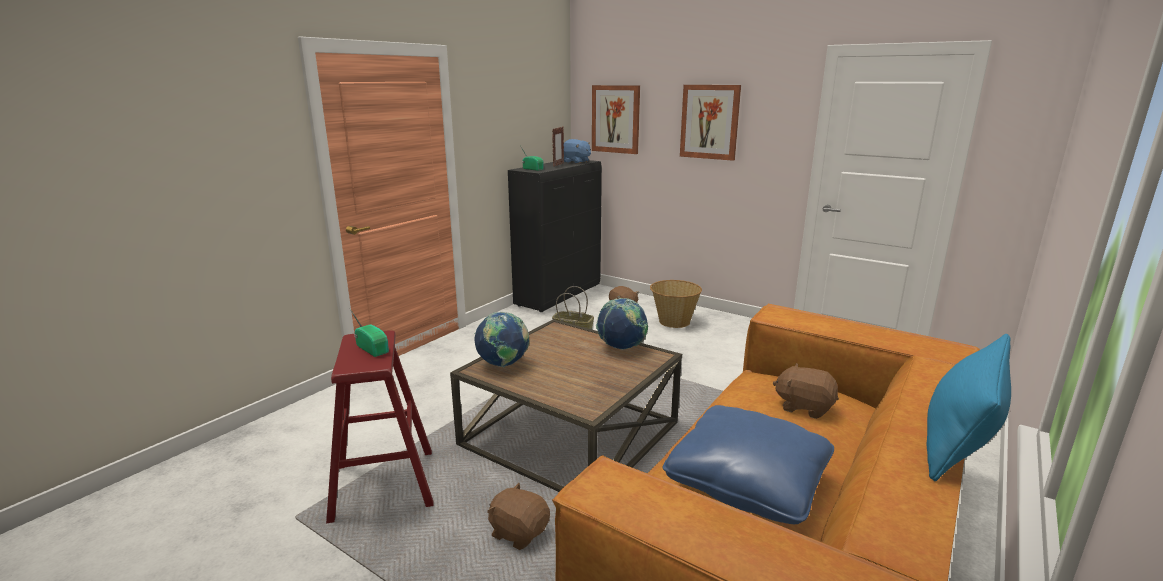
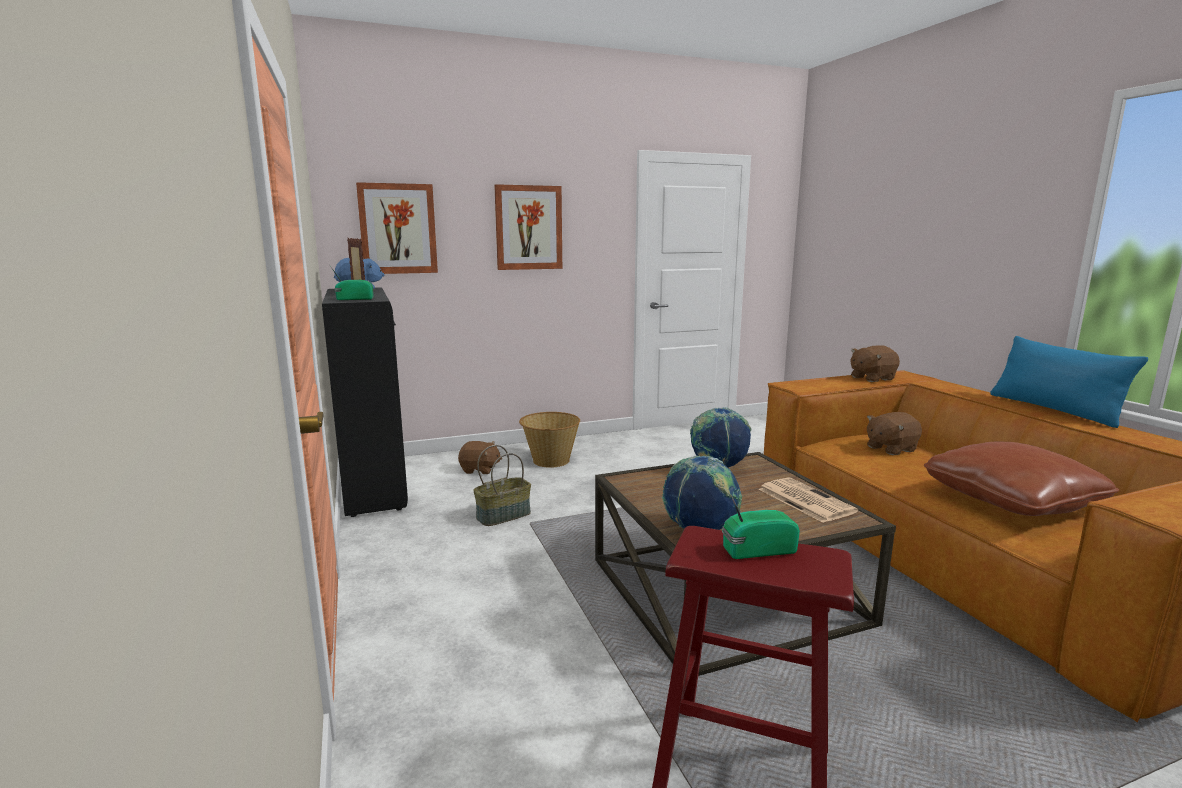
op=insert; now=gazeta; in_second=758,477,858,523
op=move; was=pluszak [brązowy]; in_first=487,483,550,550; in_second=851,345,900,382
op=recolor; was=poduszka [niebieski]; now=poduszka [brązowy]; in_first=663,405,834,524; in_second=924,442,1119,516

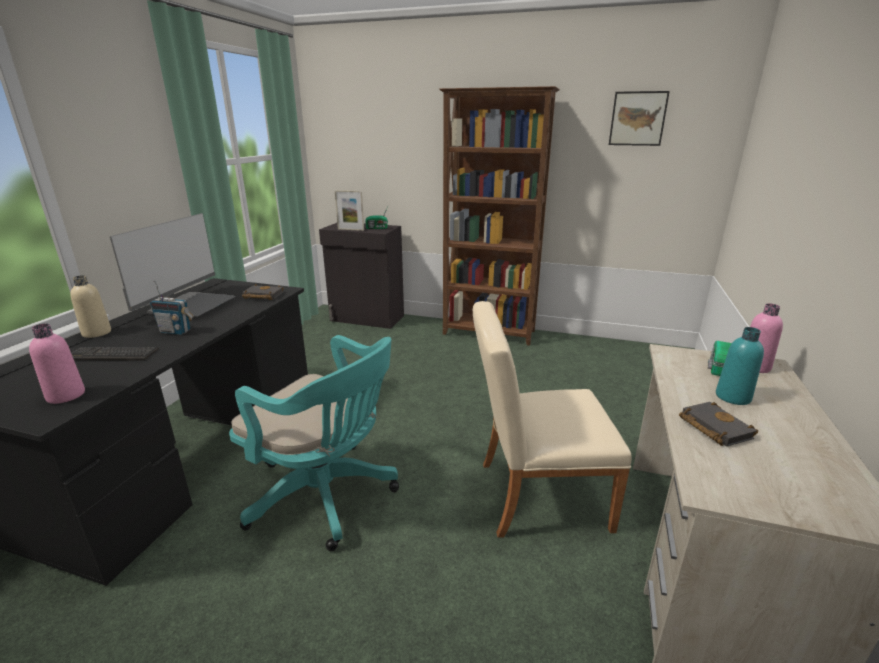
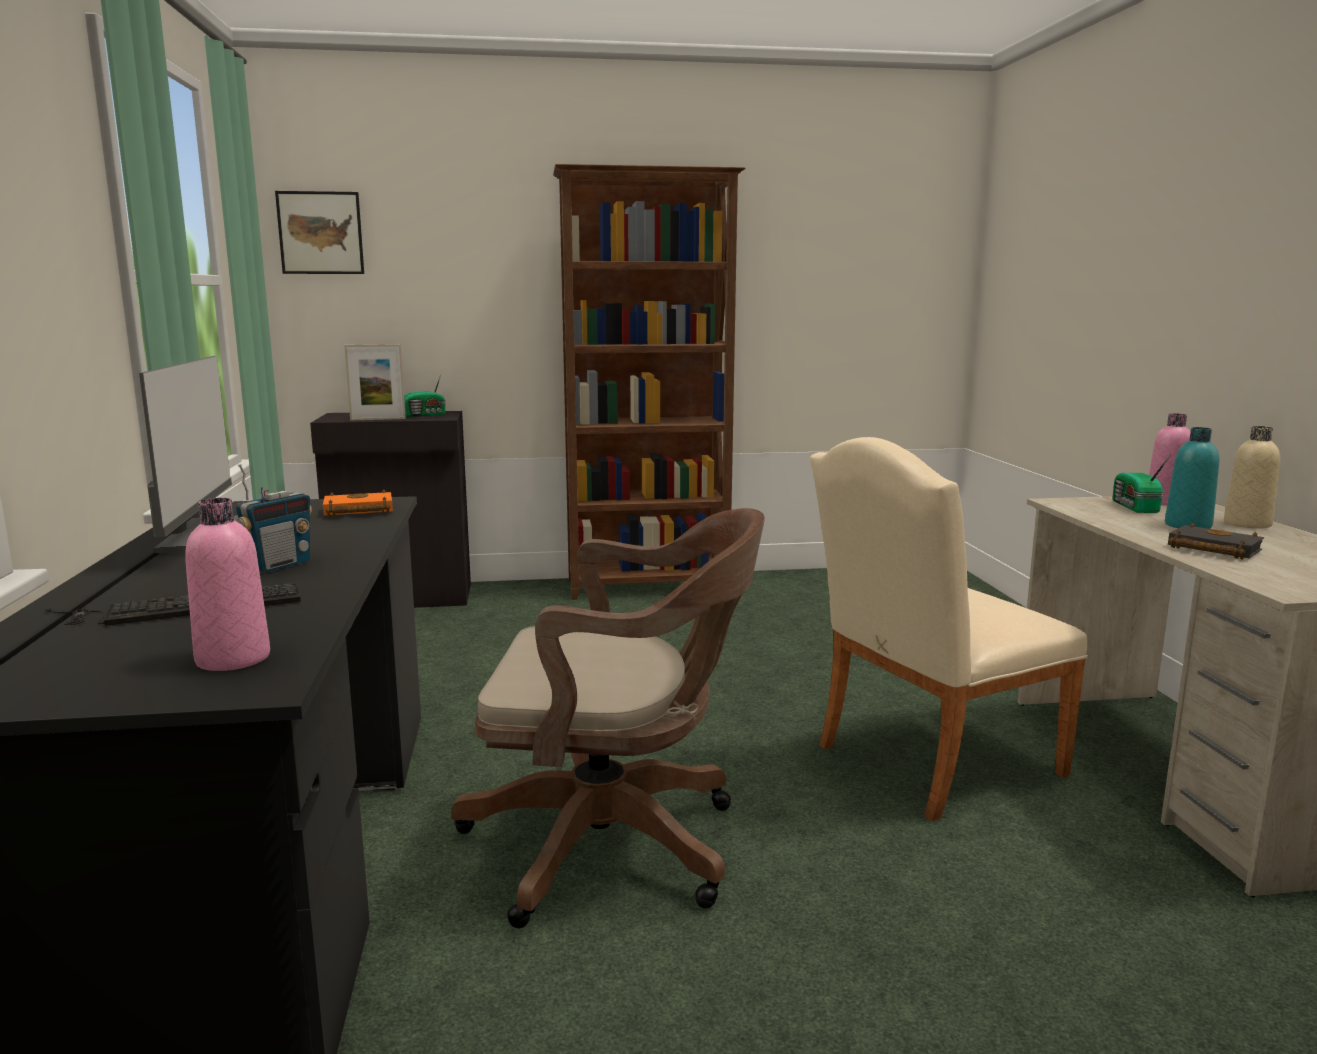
op=move; was=butelka [beżowy]; in_first=70,275,111,338; in_second=1224,426,1280,529
op=move; was=obraz; in_first=609,91,670,146; in_second=275,191,364,274
op=recolor; was=krzesło biurowe [turkusowy]; now=krzesło biurowe [brązowy]; in_first=229,335,399,551; in_second=451,508,765,928
op=recolor; was=książka [czarny]; now=książka [pomarańczowy]; in_first=242,284,284,300; in_second=323,489,393,517
op=rotate; was=radio; in_first=150,281,193,335; in_second=236,464,312,573; clockwise=-45

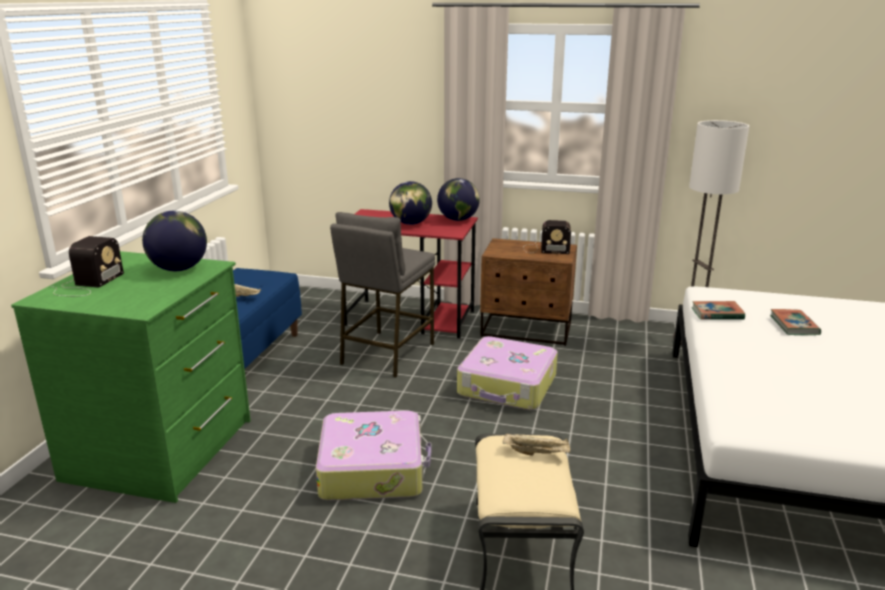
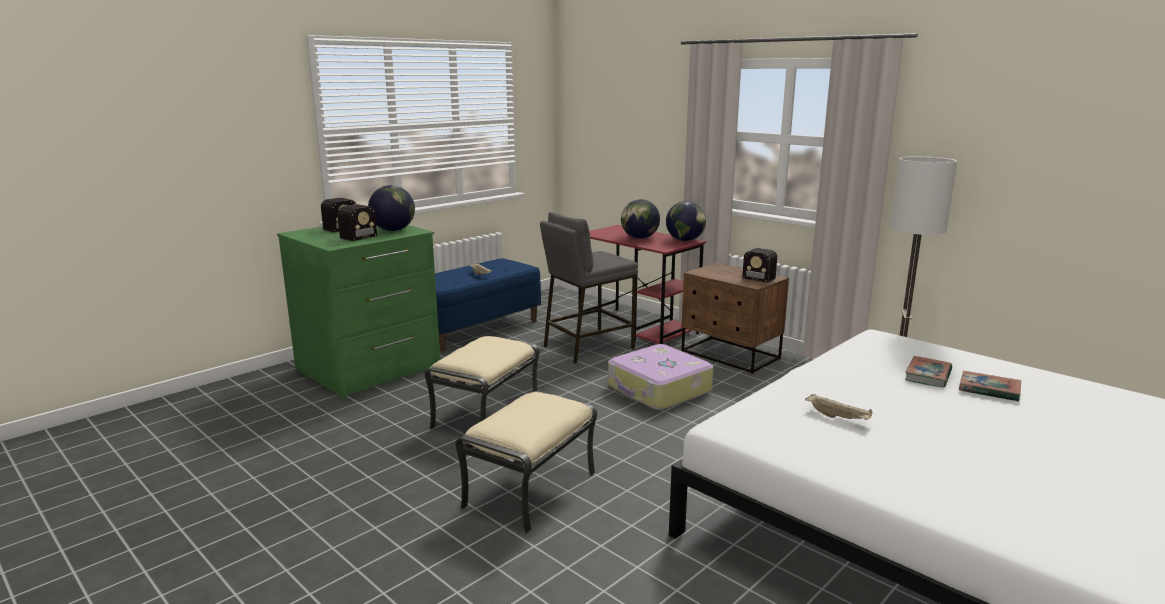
op=insert; now=radio; in_second=322,204,377,244
op=move; was=taca [beżowy]; in_first=503,433,570,456; in_second=805,394,873,420
op=move; was=książka; in_first=691,301,745,320; in_second=959,371,1021,402
op=replace; was=walizka; now=pufa [beżowy]; in_first=316,410,432,501; in_second=425,336,540,430

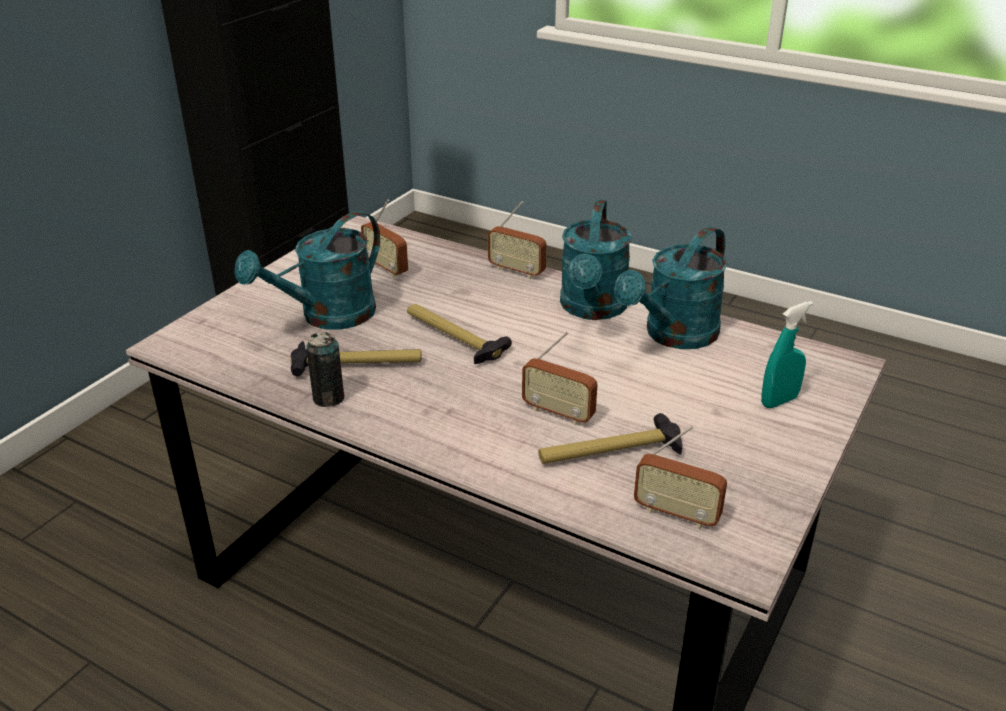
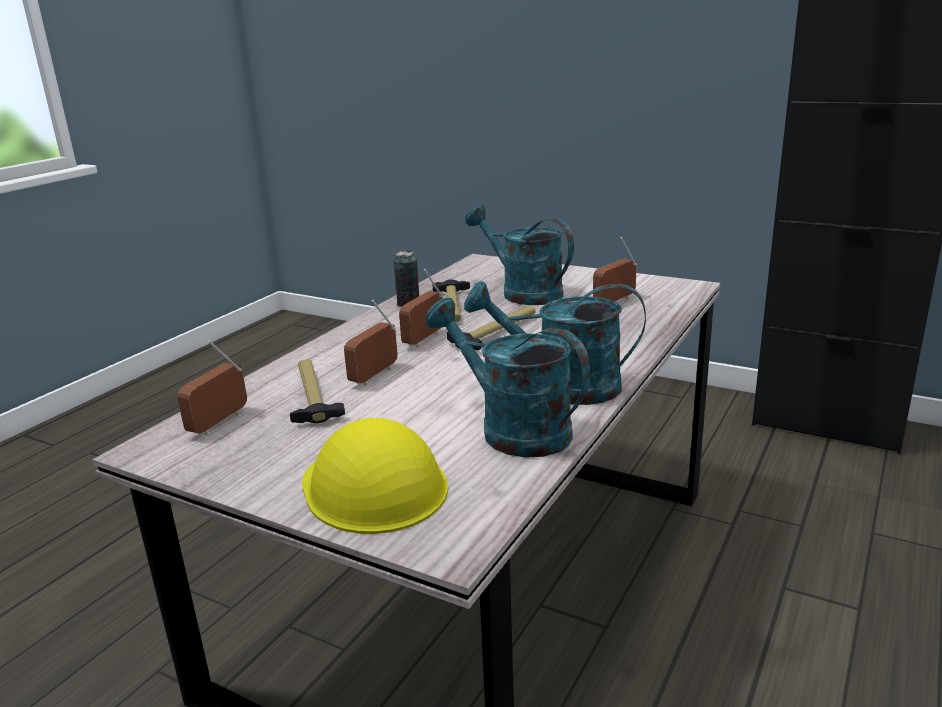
op=move; was=radio; in_first=488,201,547,279; in_second=399,269,443,347
op=replace; was=spryskiwacz [turkusowy]; now=kask [żółty]; in_first=761,301,813,408; in_second=302,418,448,534

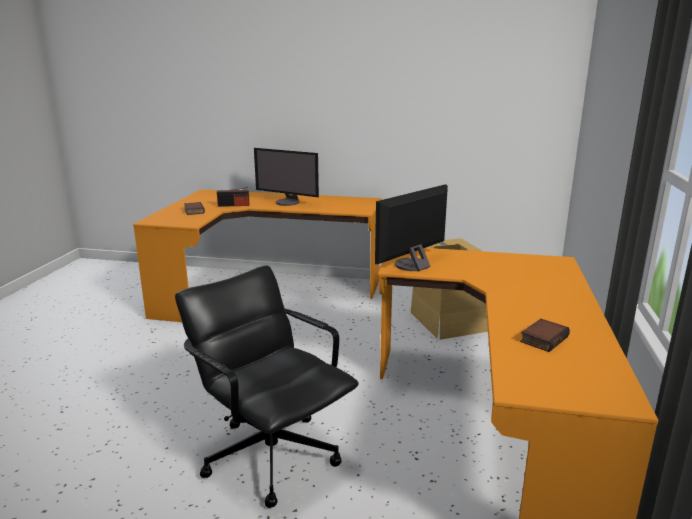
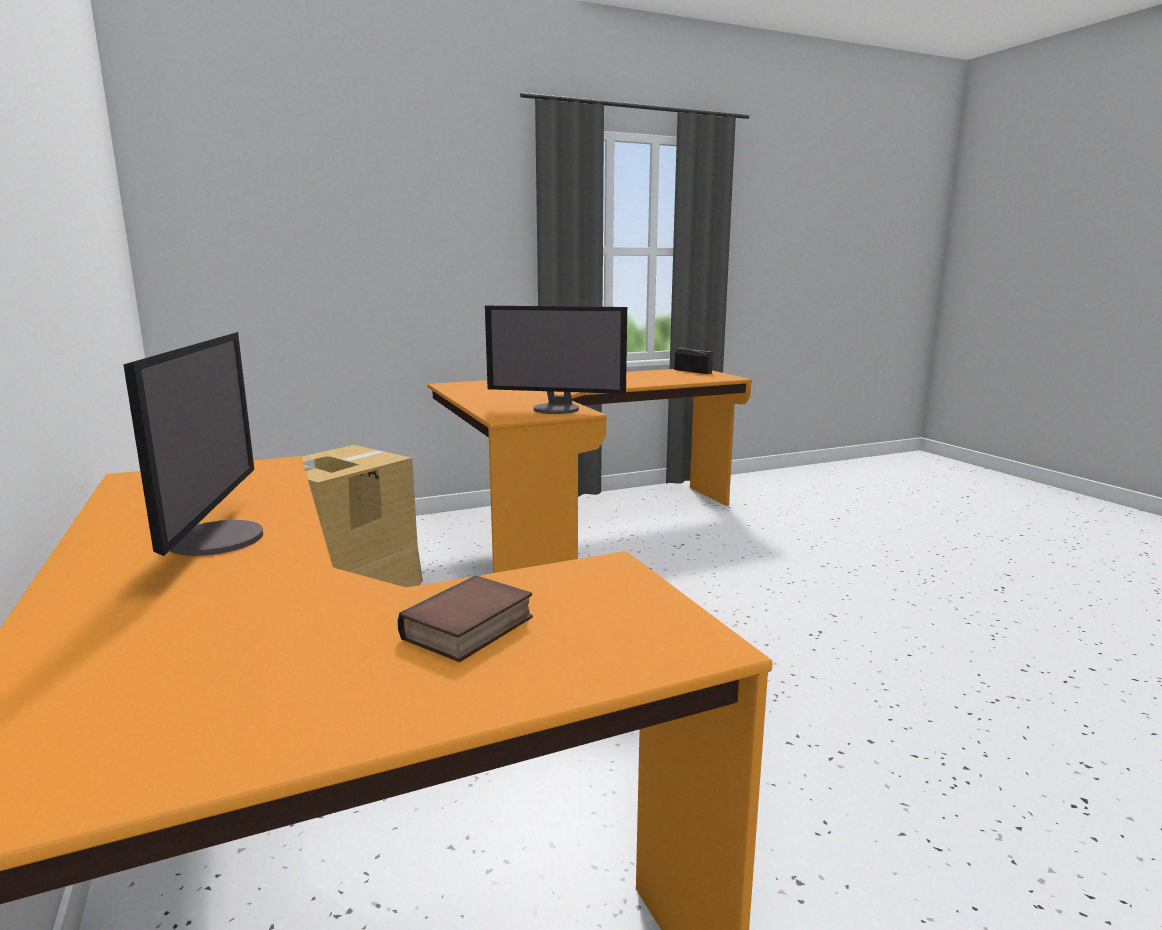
op=delete; was=krzesło biurowe [czarny]; in_first=175,265,359,508
op=delete; was=książka; in_first=520,319,570,352
op=move; was=radio; in_first=217,187,249,207; in_second=674,345,713,374

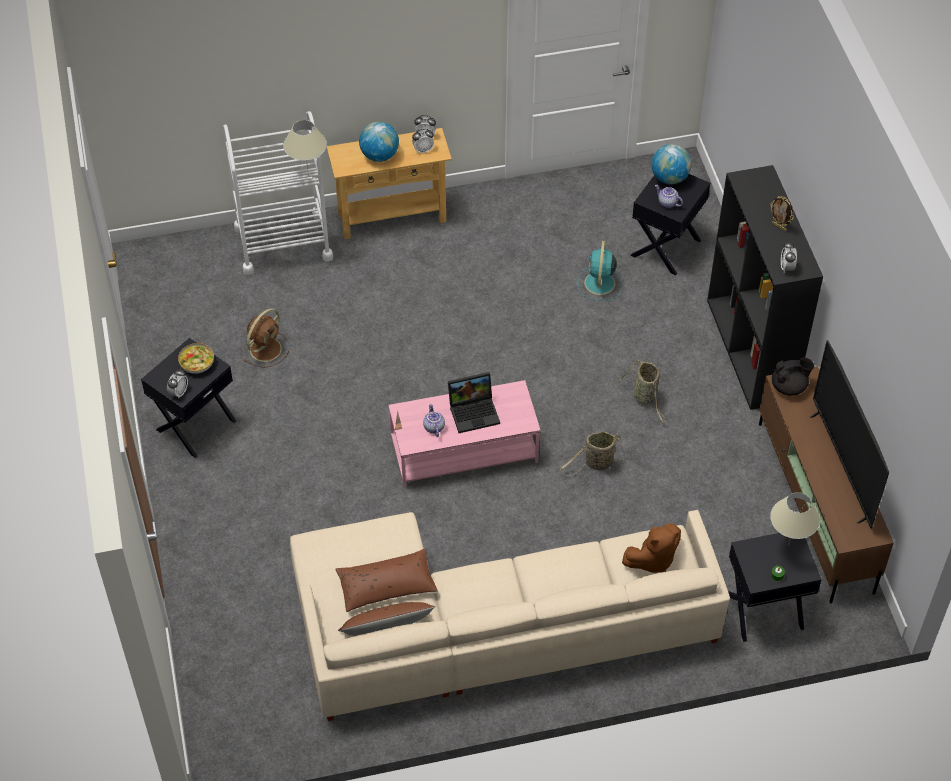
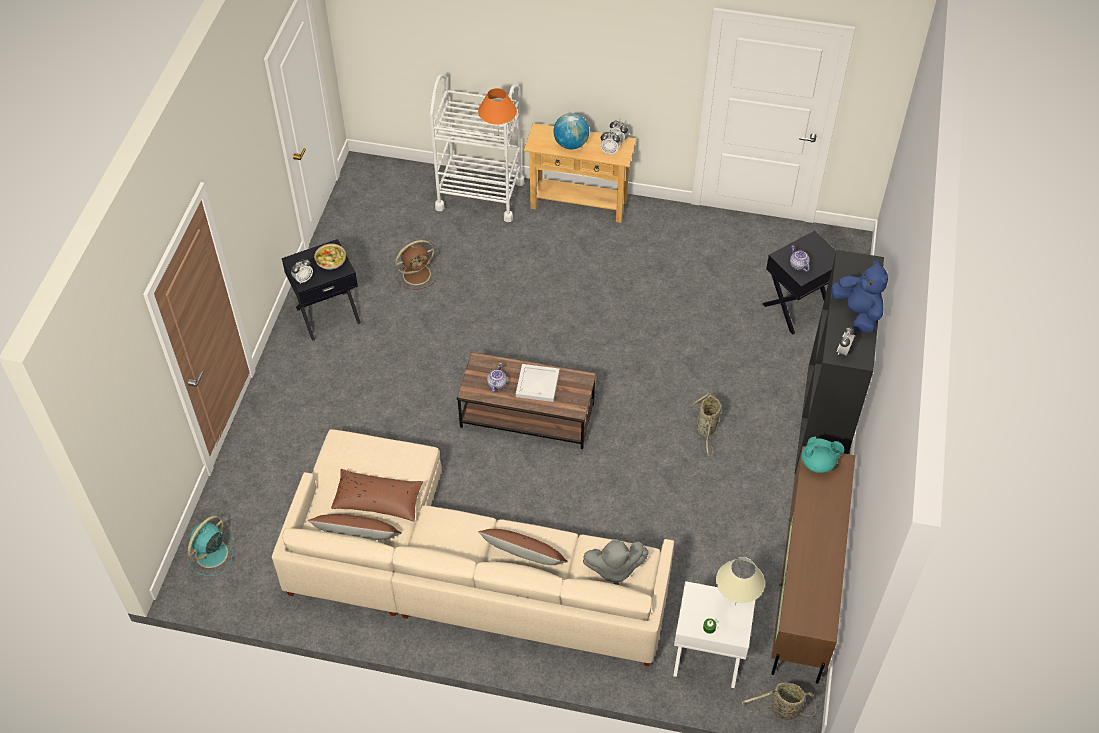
op=delete; was=globus; in_first=651,144,691,184
op=delete; was=telewizor; in_first=810,340,889,529
op=insert; now=poduszka [brązowy]; in_second=478,529,568,565
op=move; was=koszyk; in_first=560,432,626,476; in_second=742,682,816,720
op=move; was=wentylator [turkusowy]; in_first=578,241,622,301; in_second=187,516,235,576
op=replace; was=laptop; now=taca [biały]; in_first=448,372,500,433; in_second=516,364,559,402
op=replace; was=ramka na zdjęcie; now=pluszak [niebieski]; in_first=770,196,794,231; in_second=831,259,888,333
op=recolor; was=lampa stołowa [beżowy]; now=lampa stołowa [pomarańczowy]; in_first=283,120,327,171; in_second=478,88,517,141
op=recolor; was=ława [różowy]; now=ława [brązowy]; in_first=388,380,541,488; in_second=457,352,596,449
op=recolor; was=pluszak [brązowy]; now=pluszak [szary]; in_first=622,523,681,573; in_second=583,539,649,585
op=recolor; was=stolik [czarny]; now=stolik [biały]; in_first=728,533,822,642; in_second=673,581,755,688
op=recolor; was=imbryk [czarny]; now=imbryk [turkusowy]; in_first=772,358,814,396; in_second=801,436,844,473

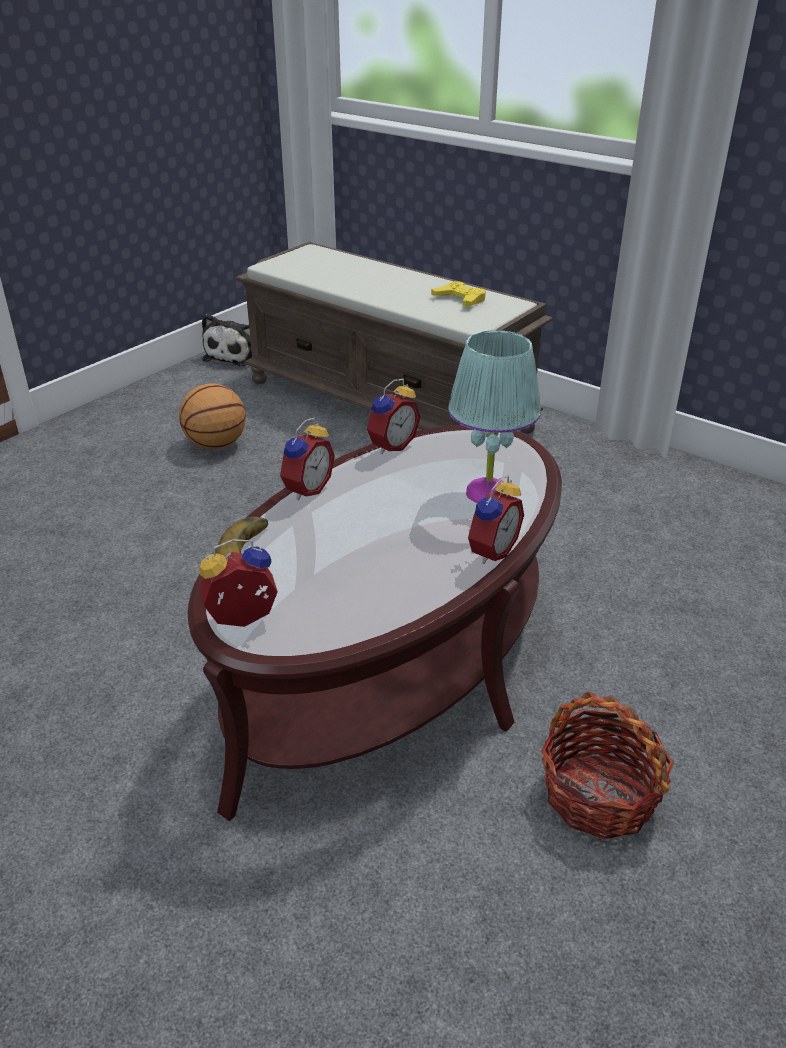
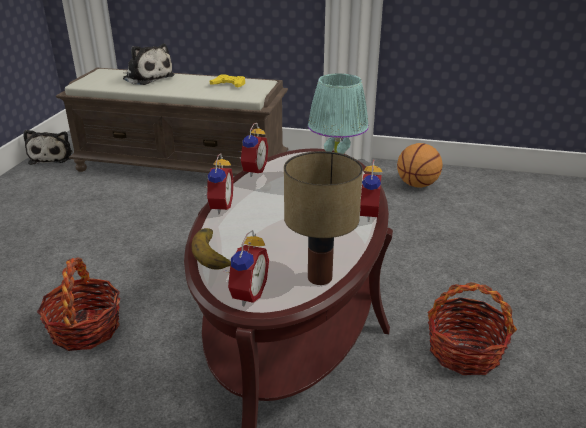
op=insert; now=koszyk; in_second=37,258,120,351
op=insert; now=pluszak; in_second=123,44,175,85
op=insert; now=lampa stołowa; in_second=284,151,363,285
op=move; was=piłka do koszykówki; in_first=179,383,246,449; in_second=397,143,443,188
op=rotate; was=budzik; in_first=200,539,278,627; in_second=224,230,269,307; clockwise=150

